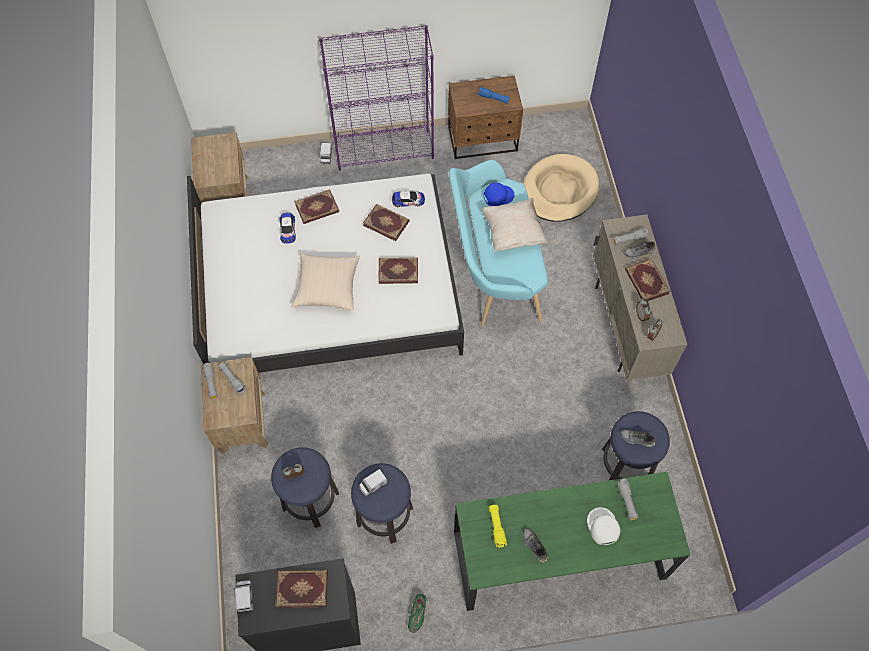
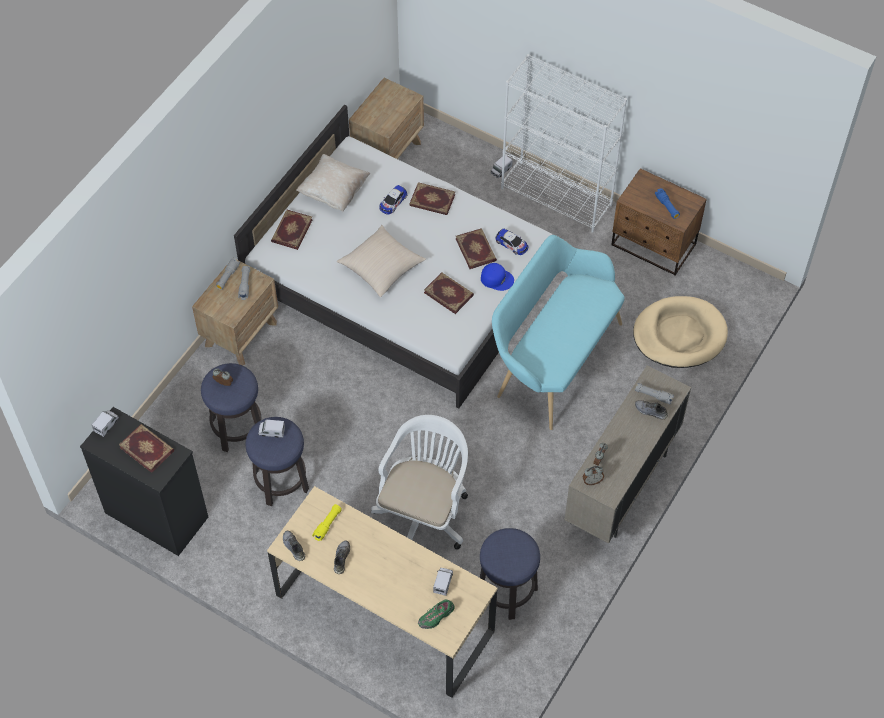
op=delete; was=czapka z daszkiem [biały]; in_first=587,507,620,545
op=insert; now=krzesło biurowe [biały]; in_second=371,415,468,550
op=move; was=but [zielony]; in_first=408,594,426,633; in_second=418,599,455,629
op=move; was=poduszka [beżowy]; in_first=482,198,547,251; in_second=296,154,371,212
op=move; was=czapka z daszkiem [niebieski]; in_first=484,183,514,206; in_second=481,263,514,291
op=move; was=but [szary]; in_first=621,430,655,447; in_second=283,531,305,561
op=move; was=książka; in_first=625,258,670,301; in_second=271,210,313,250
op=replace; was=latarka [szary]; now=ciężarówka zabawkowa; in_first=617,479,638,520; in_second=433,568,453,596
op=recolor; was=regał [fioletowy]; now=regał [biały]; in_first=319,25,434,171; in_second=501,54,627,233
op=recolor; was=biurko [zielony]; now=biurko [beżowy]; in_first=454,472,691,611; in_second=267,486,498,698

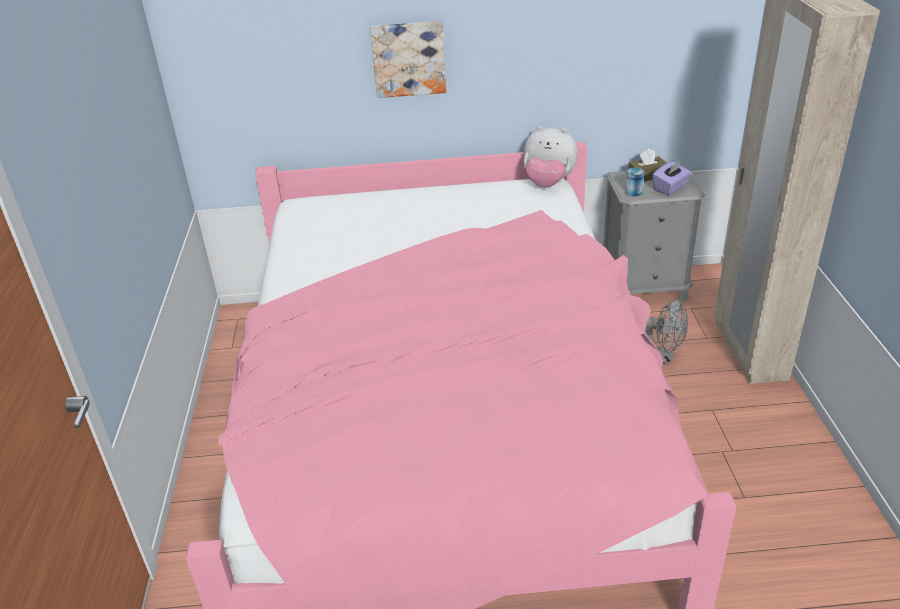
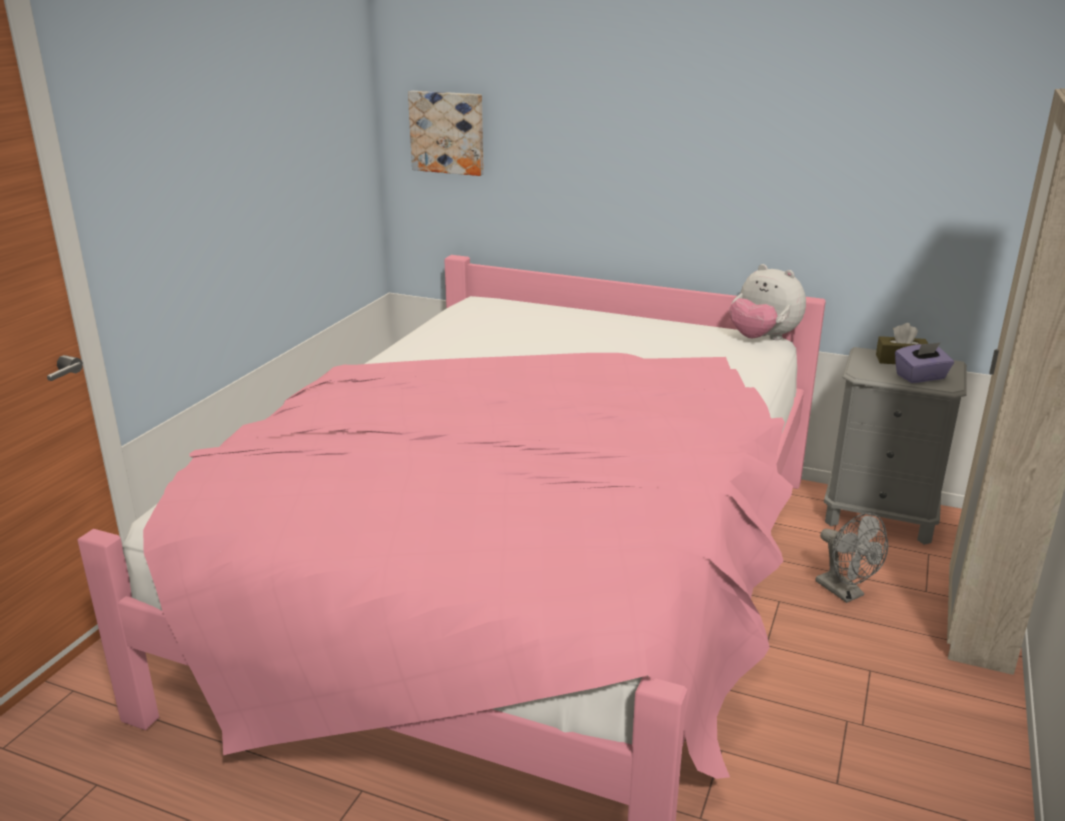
op=delete; was=puszka; in_first=625,168,644,196
op=move; was=obraz; in_first=370,21,446,98; in_second=408,91,484,176

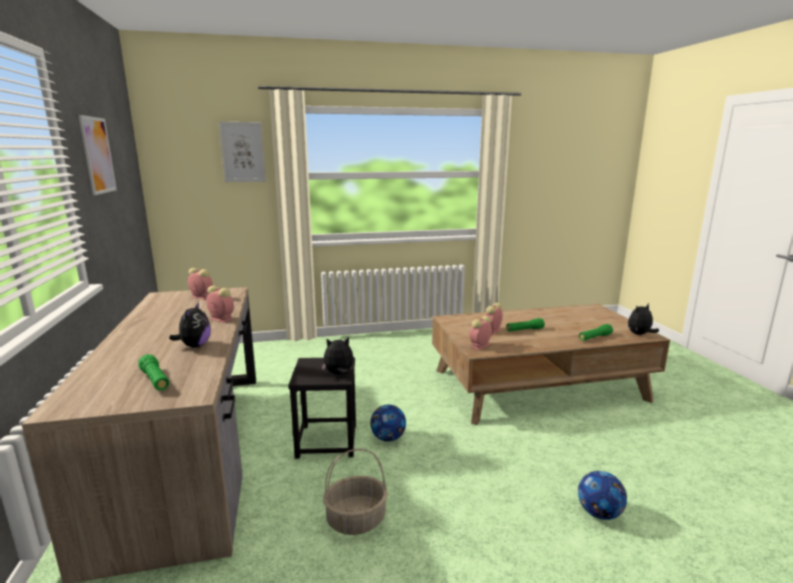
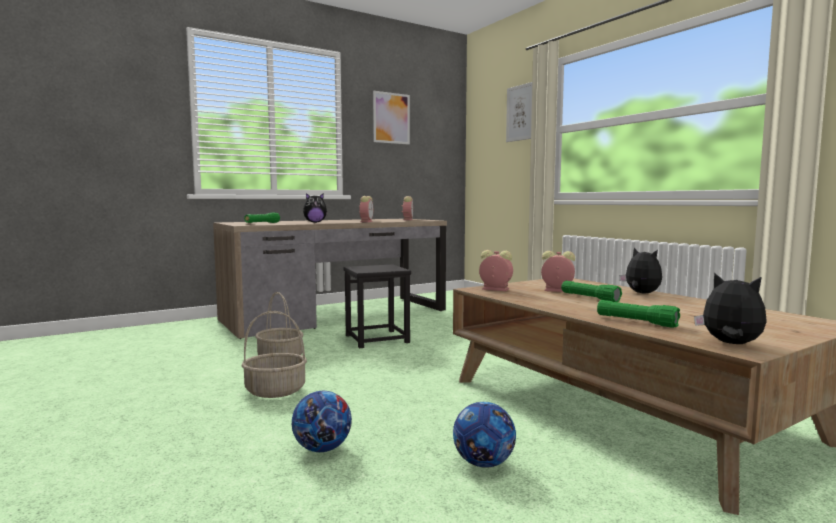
op=insert; now=koszyk; in_second=242,311,307,398
op=move; was=pluszak; in_first=322,337,354,374; in_second=619,248,662,293
op=move; was=piłka futbolowa; in_first=370,404,406,442; in_second=453,402,516,467

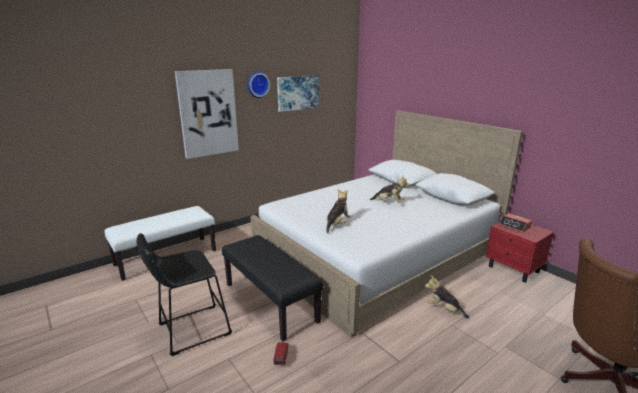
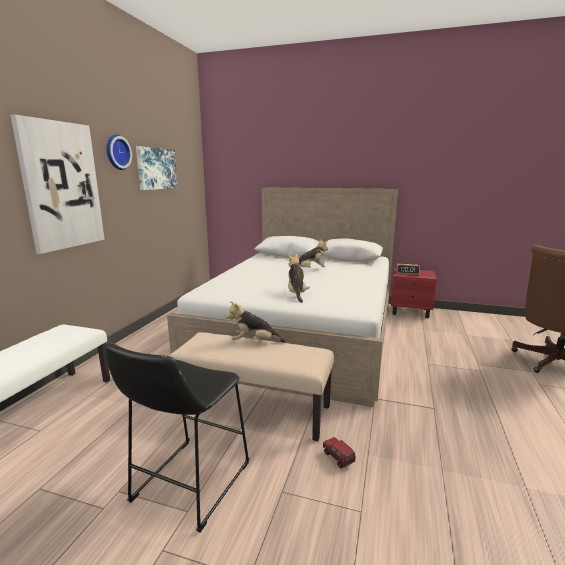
op=move; was=pluszak; in_first=425,275,469,319; in_second=225,301,286,342
op=recolor; was=ławka [czarny]; now=ławka [beżowy]; in_first=222,235,323,341; in_second=169,332,334,441

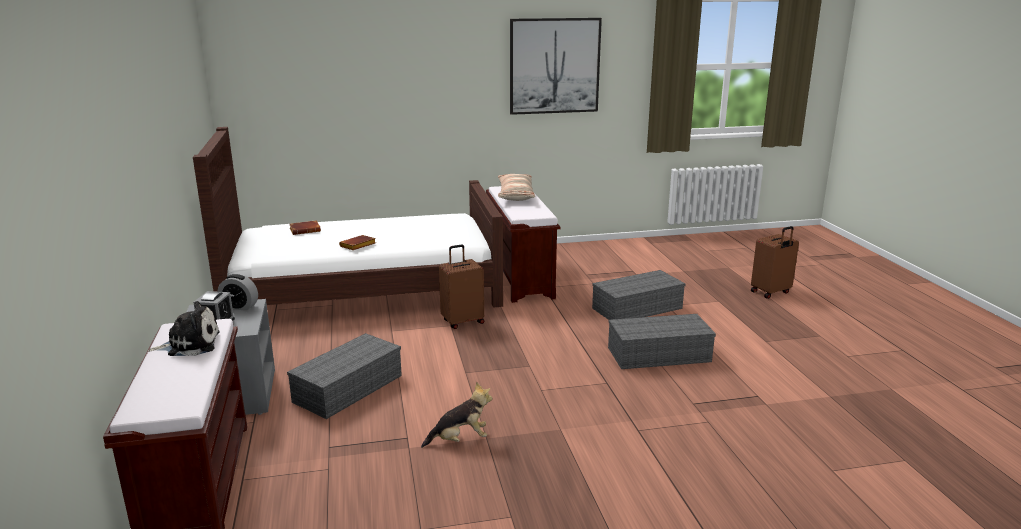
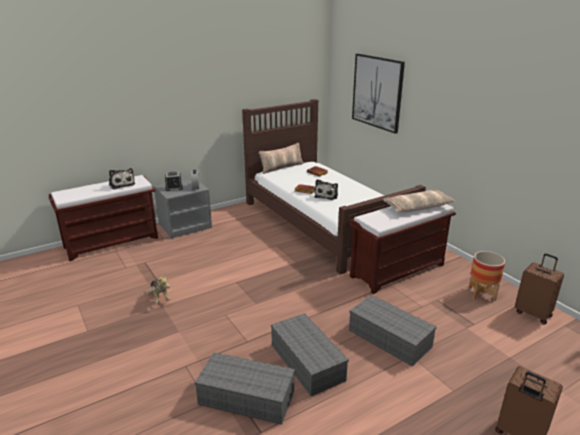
op=insert; now=poduszka; in_second=259,143,304,174
op=insert; now=pluszak; in_second=315,179,338,200
op=insert; now=donica; in_second=469,251,505,301
op=move; was=pojemnik do przechowywania [szary]; in_first=287,333,402,419; in_second=194,352,295,424
op=move; was=walizka [brązowy]; in_first=439,244,484,329; in_second=515,253,564,324
op=move; was=obraz; in_first=510,18,602,115; in_second=352,54,405,134

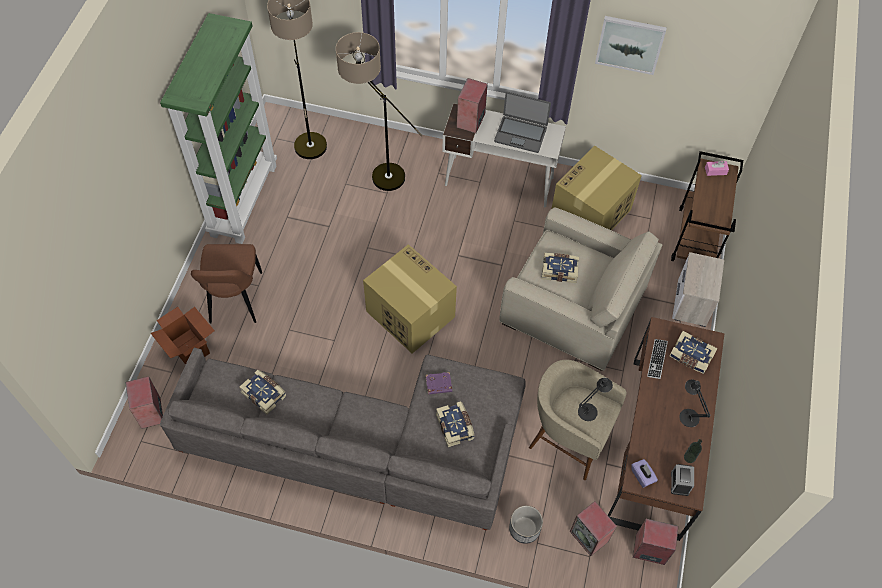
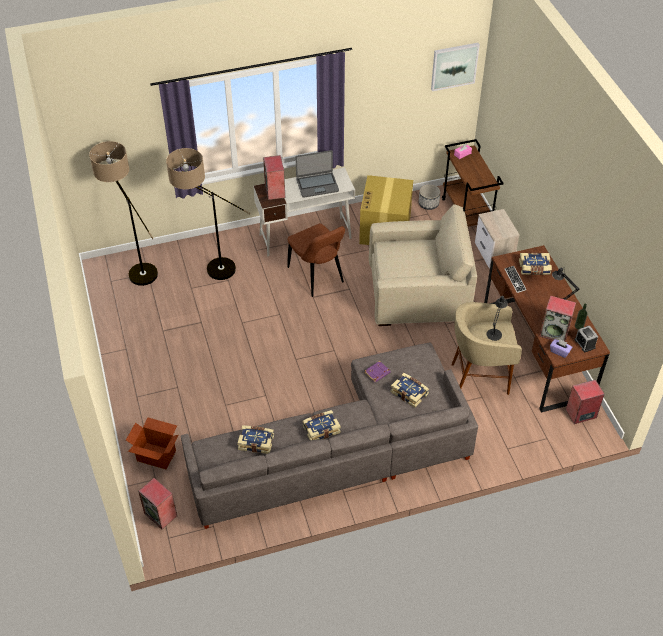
op=delete; was=regał [zielony]; in_first=160,13,277,244
op=delete; was=karton; in_first=363,244,457,354
op=move; was=krzesło [brązowy]; in_first=191,244,262,323; in_second=287,223,345,297
op=move; was=donica; in_first=509,506,543,544; in_second=419,184,440,210
op=move; was=książka; in_first=541,253,579,283; in_second=302,410,341,440
op=move; was=głośnik; in_first=570,501,617,556; in_second=539,296,576,341
op=move; was=obraz; in_first=595,16,667,75; in_second=431,43,480,91

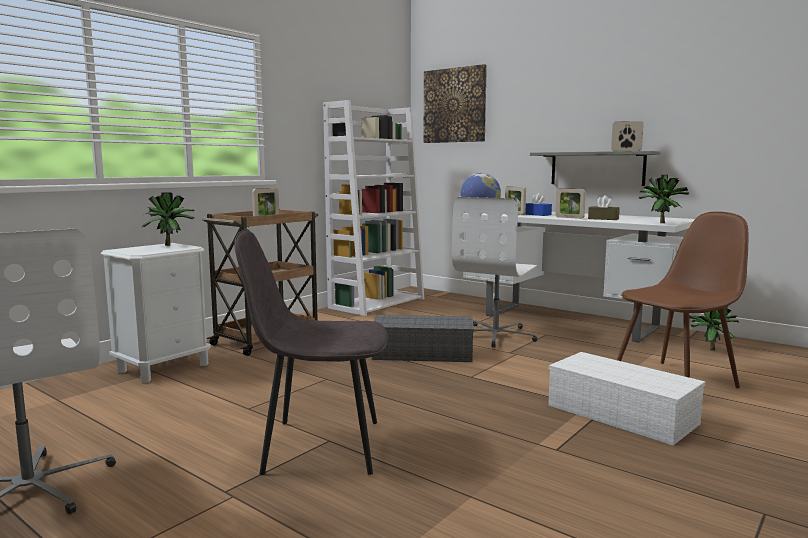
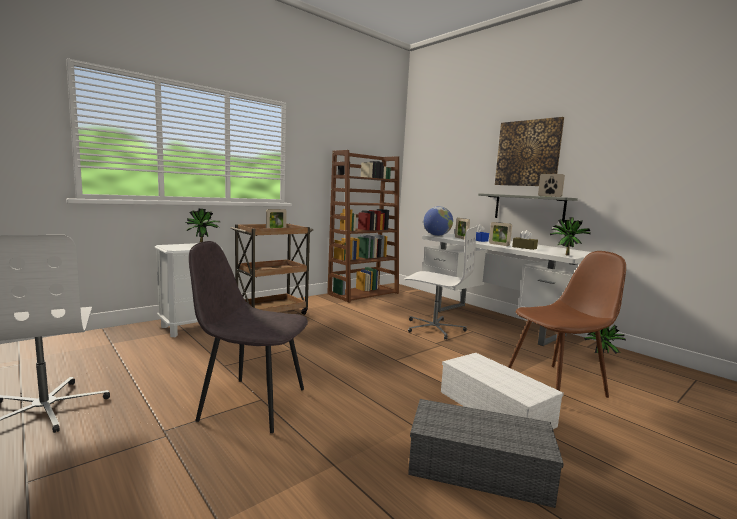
op=move; was=pojemnik do przechowywania [szary]; in_first=372,315,474,362; in_second=408,399,564,508
op=move; was=obraz; in_first=423,64,487,143; in_second=495,117,564,186
op=recolor; was=regał [biały]; now=regał [brązowy]; in_first=323,100,424,316; in_second=327,150,399,303
op=rotate; was=krzesło biurowe [biały]; in_first=452,197,539,348; in_second=404,226,477,340; clockwise=-105

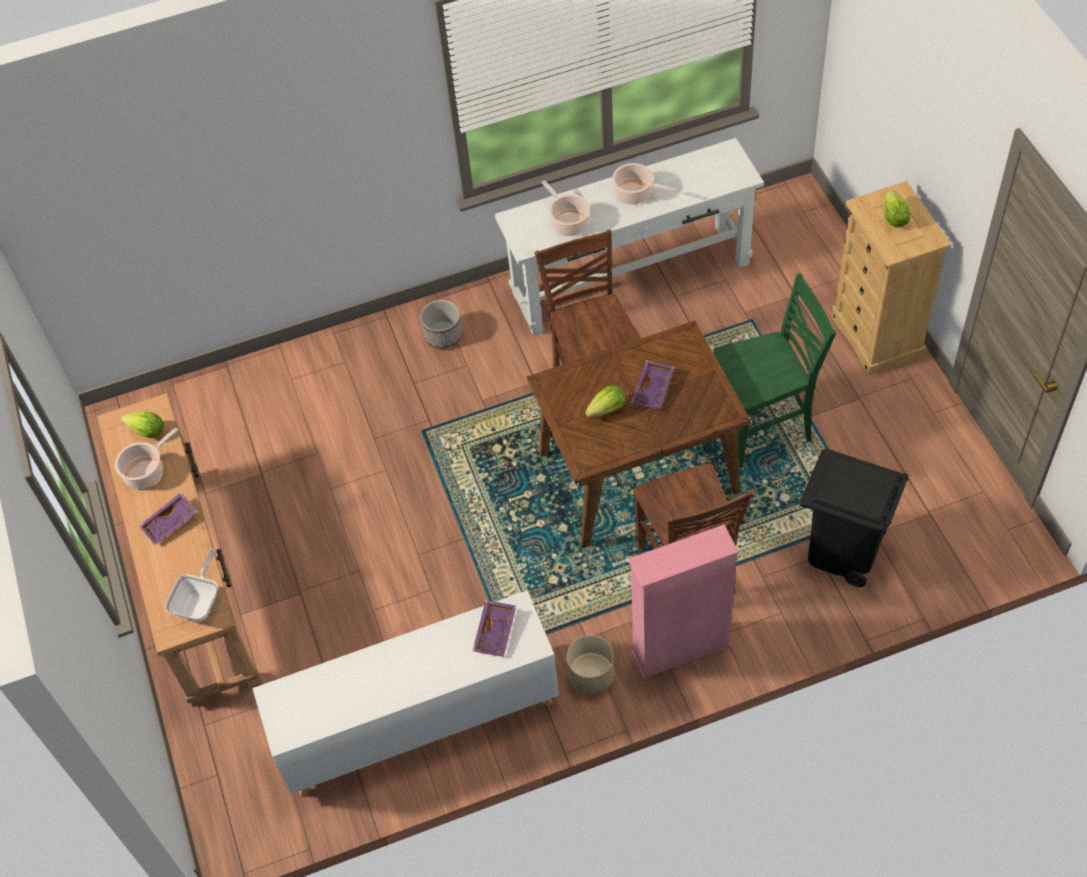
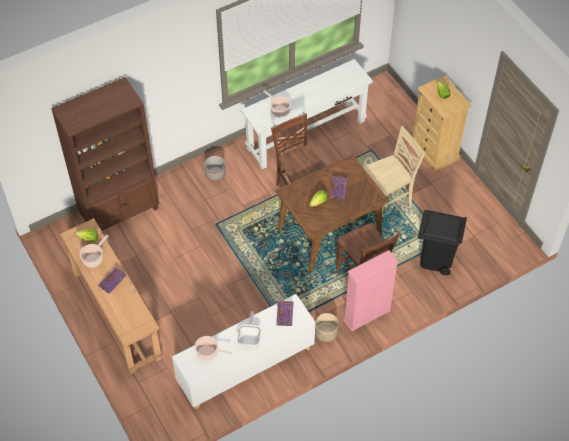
op=insert; now=regał [brązowy]; in_second=51,77,159,231
op=move; was=patelnia; in_first=165,550,218,621; in_second=237,311,261,347
op=move; was=garnek; in_first=612,163,675,204; in_second=194,336,232,361
op=recolor; was=krzesło [zielony]; now=krzesło [beżowy]; in_first=713,273,836,468; in_second=363,126,425,214

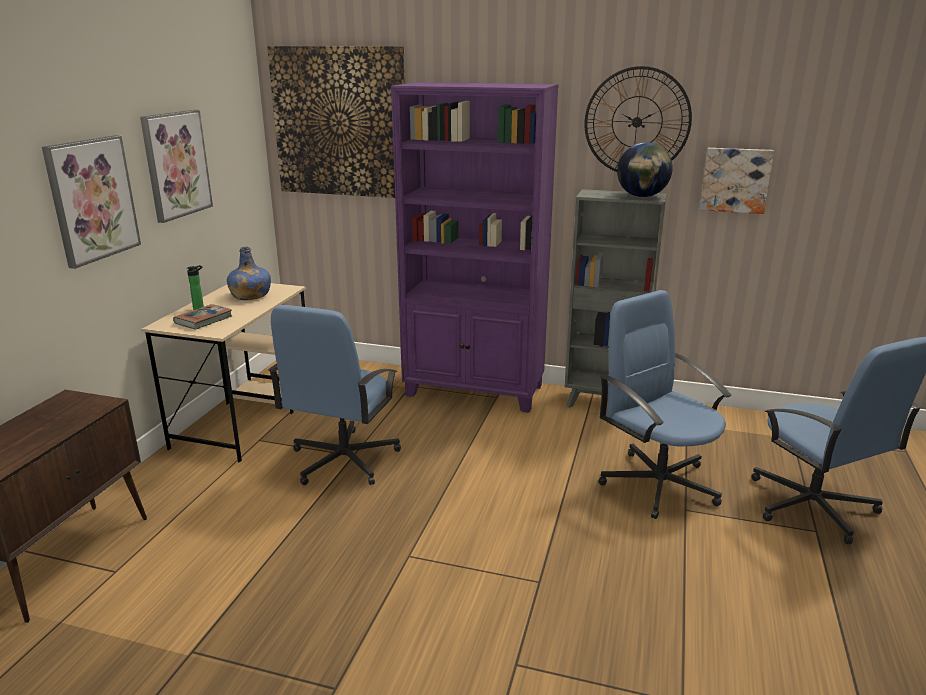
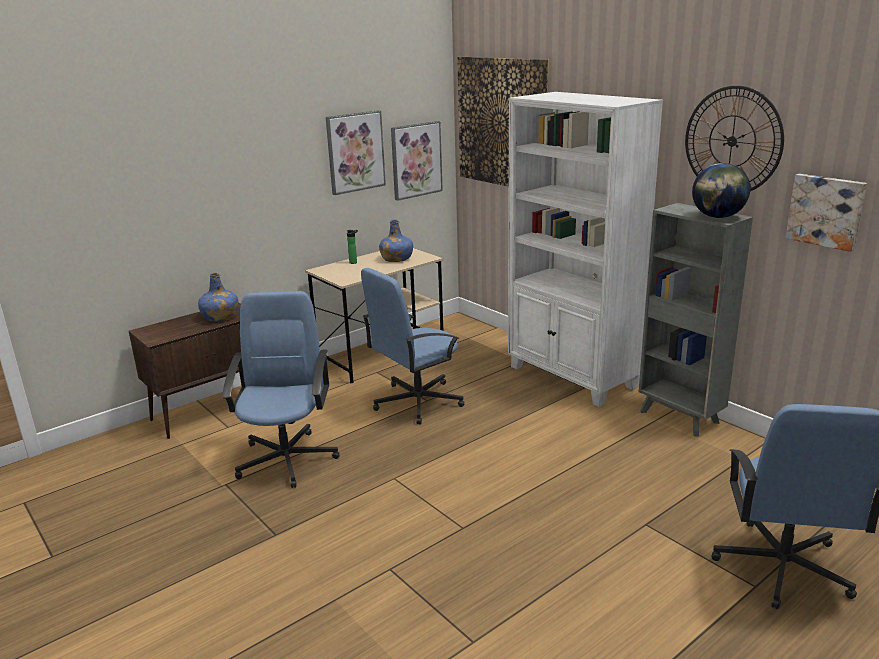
op=delete; was=książka; in_first=173,304,232,330
op=insert; now=butelka [niebieski]; in_second=198,273,238,322
op=move; was=obraz; in_first=42,135,141,269; in_second=391,121,443,201
op=move; was=krzesło biurowe [niebieski]; in_first=599,290,731,519; in_second=222,291,340,488
op=recolor; was=regał [fioletowy]; now=regał [biały]; in_first=391,82,559,413; in_second=508,92,663,407

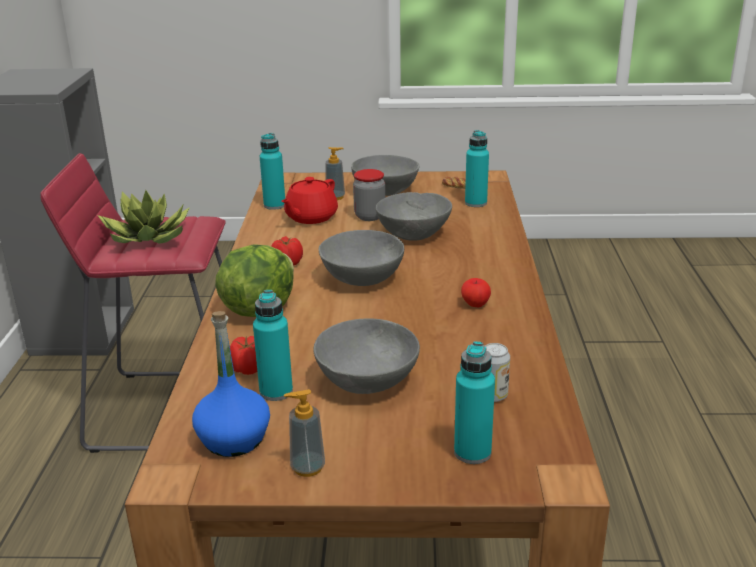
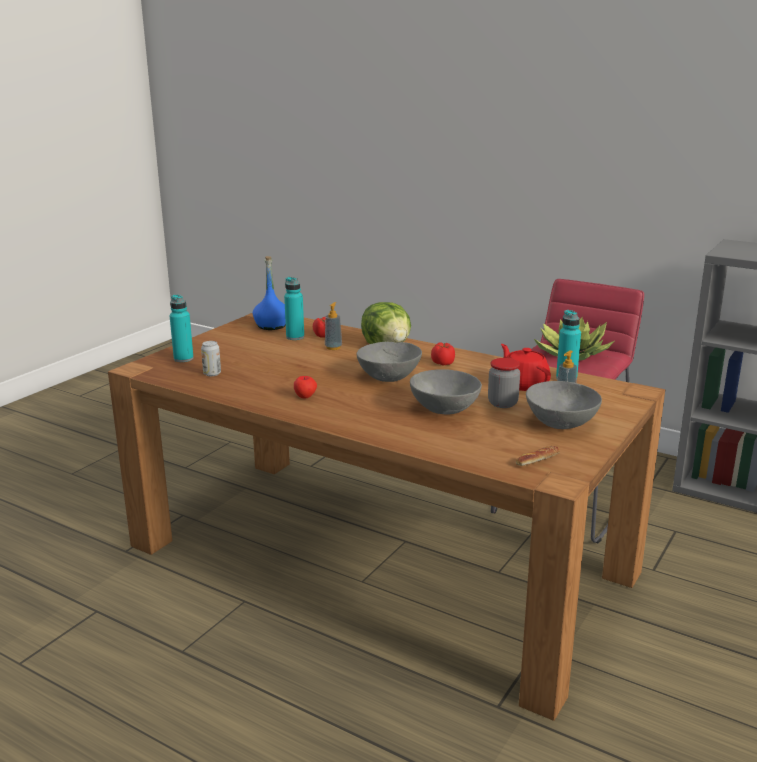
op=delete; was=miska [szary]; in_first=313,318,420,394
op=delete; was=butelka [turkusowy]; in_first=465,130,489,207
op=move; was=dozownik mydła; in_first=284,389,325,477; in_second=325,302,342,350

